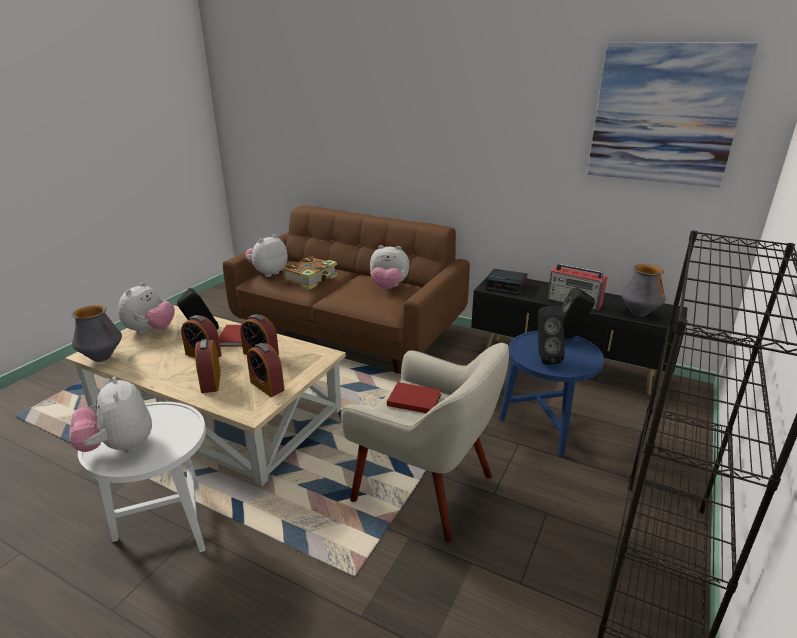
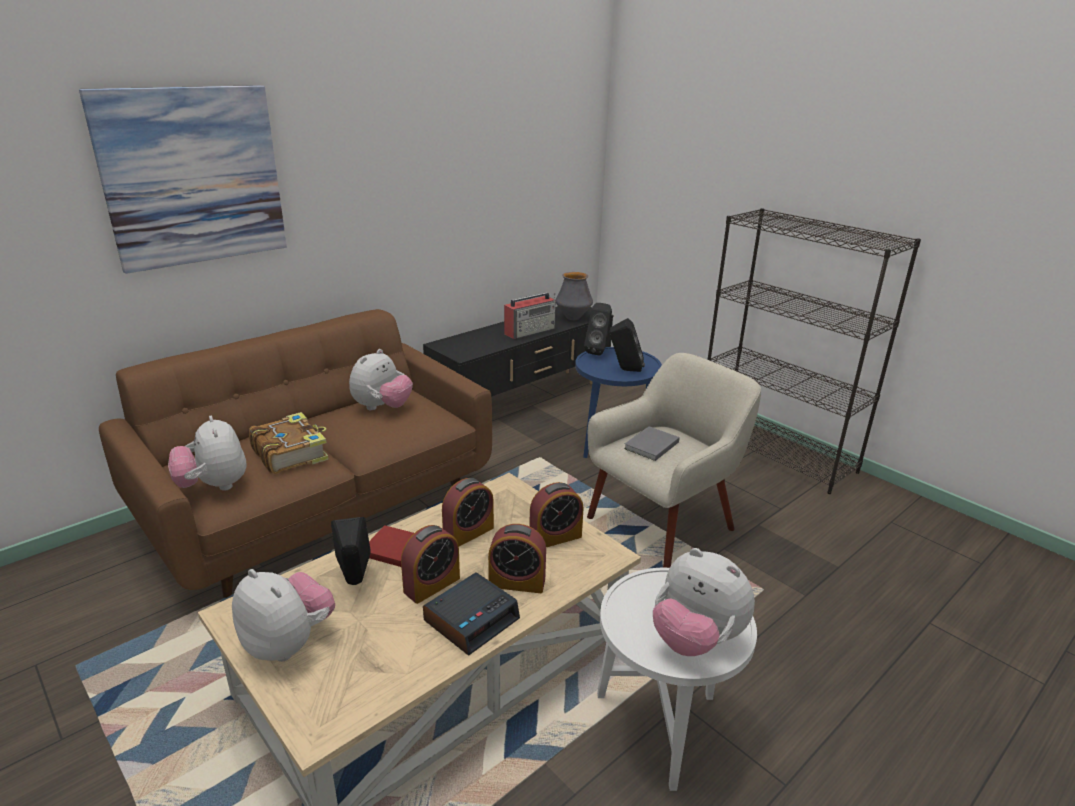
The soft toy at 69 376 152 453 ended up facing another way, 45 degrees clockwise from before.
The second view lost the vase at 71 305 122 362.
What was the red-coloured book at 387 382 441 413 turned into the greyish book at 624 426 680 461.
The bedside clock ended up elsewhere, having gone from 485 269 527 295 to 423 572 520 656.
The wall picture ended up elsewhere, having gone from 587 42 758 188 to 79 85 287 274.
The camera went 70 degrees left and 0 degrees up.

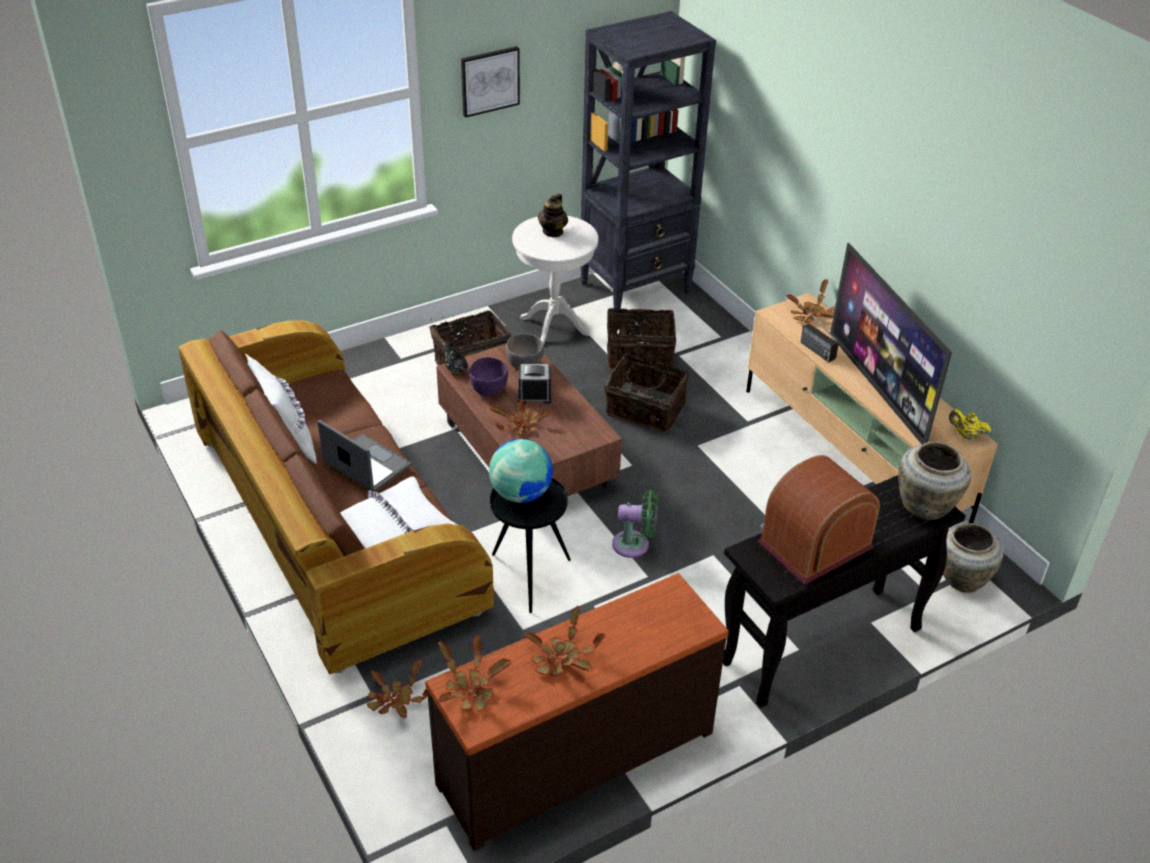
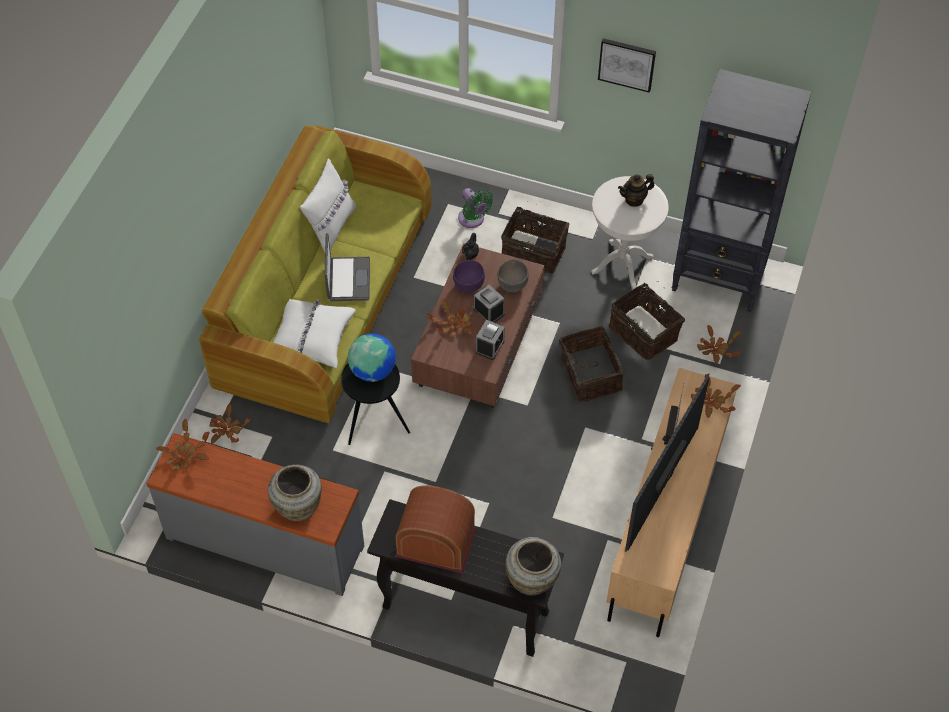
What was the brown-coloured couch at 179 320 494 675 turned into the greenish couch at 199 125 432 423.
What was the brown-coloured chest of drawers at 425 573 729 851 turned into the greyish chest of drawers at 146 433 364 596.
The houseplant ended up elsewhere, having gone from 524 606 606 676 to 697 325 742 364.
The greenish cooling fan ended up elsewhere, having gone from 612 490 658 558 to 458 188 494 228.
The sand-coloured vase ended up elsewhere, having gone from 943 523 1004 593 to 268 465 322 521.
The second view lost the yellow teapot at 949 409 991 440.
The second view gained the bedside clock at 476 320 505 360.
The camera went 50 degrees right and 15 degrees up.

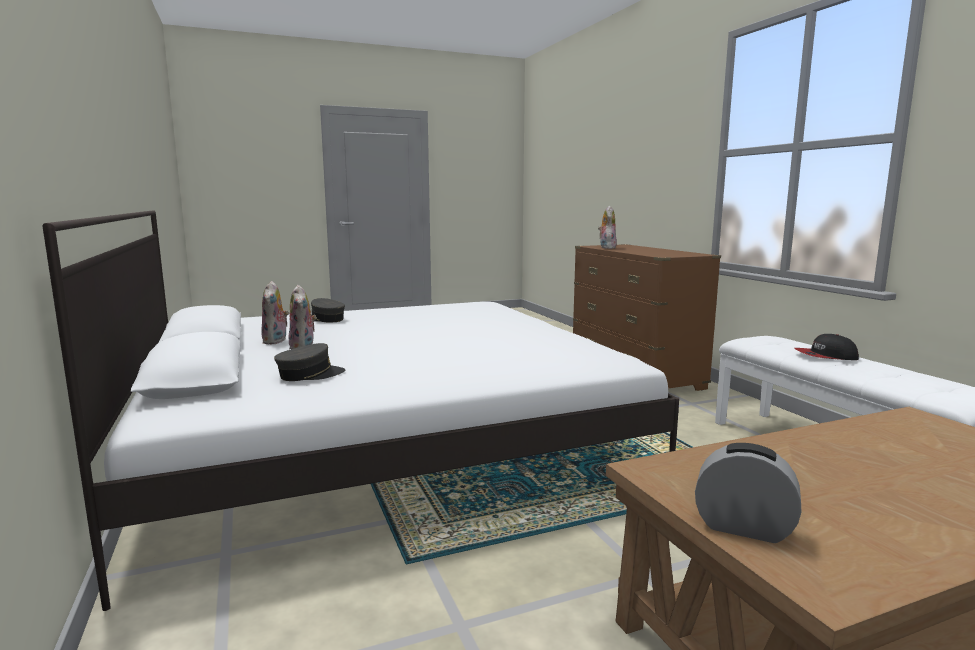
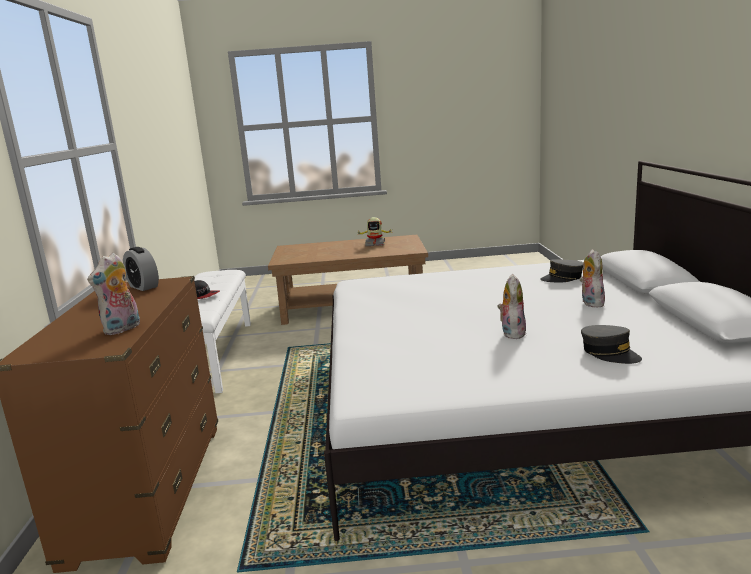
The soft toy ended up elsewhere, having gone from 261 281 289 344 to 498 274 526 339.
The bedside clock ended up elsewhere, having gone from 695 443 801 543 to 123 247 159 291.
The second view gained the toy robot at 358 217 392 246.
The camera went 160 degrees left and 5 degrees up.

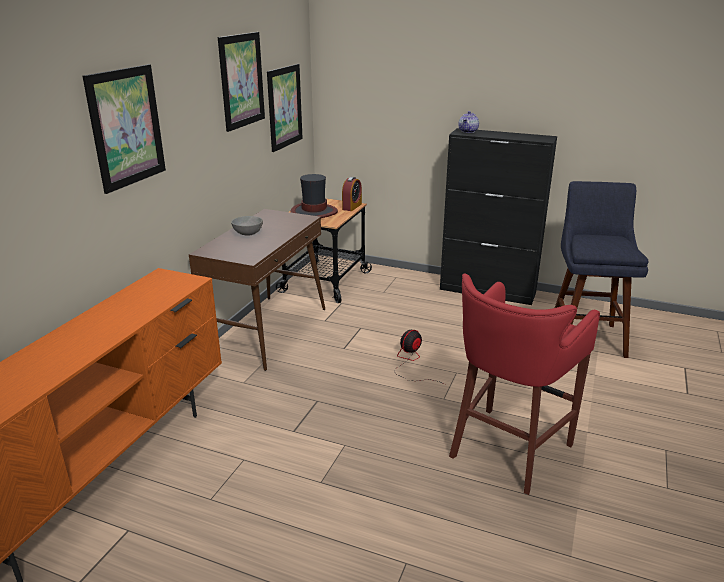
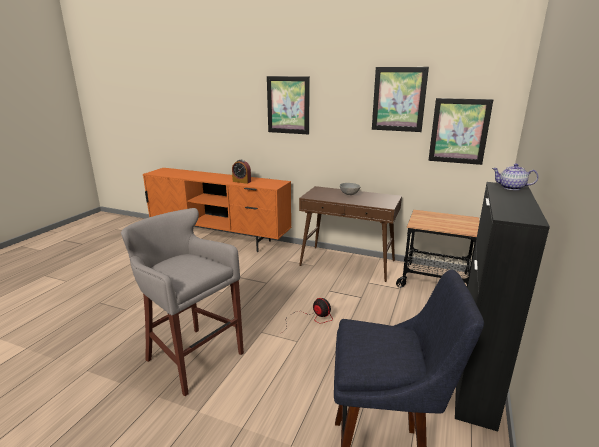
The second view lost the clothing hat at 290 174 338 218.
The bedside clock ended up elsewhere, having gone from 342 177 362 211 to 232 160 251 184.
What was the red-coloured sitting stool at 449 274 600 495 turned into the greyish sitting stool at 121 208 244 396.
The camera went 90 degrees right and 5 degrees down.

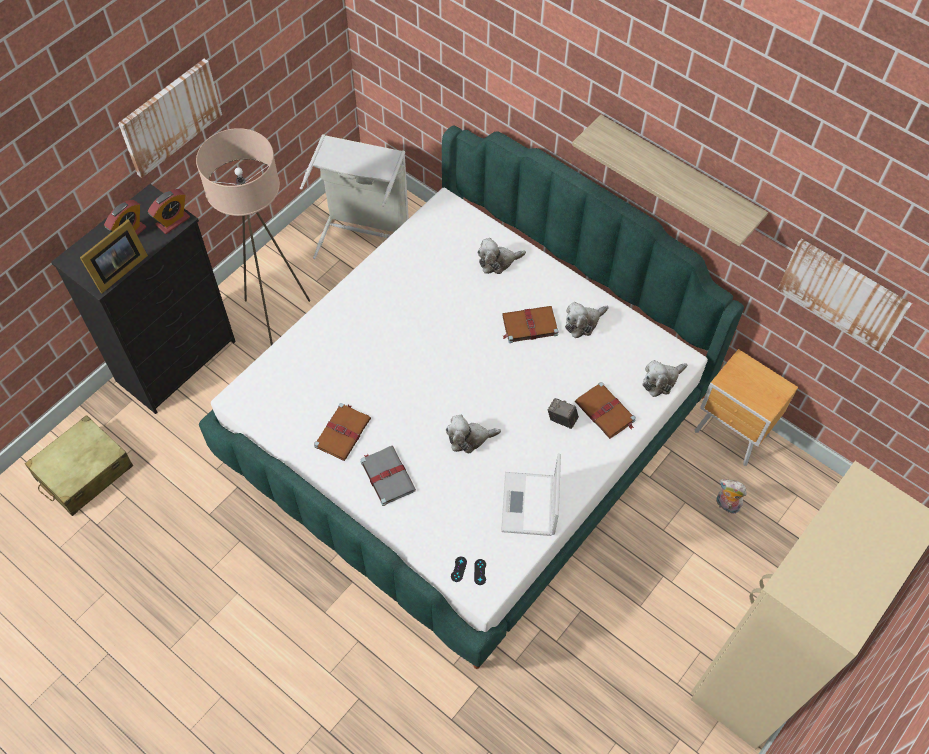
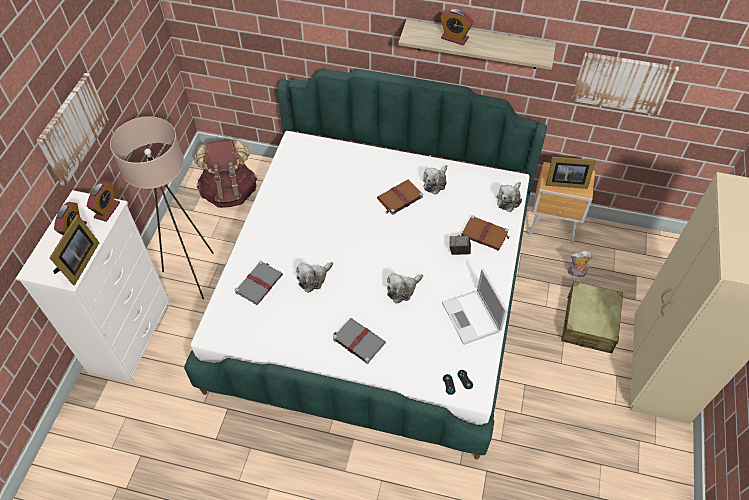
The sand-coloured piece of luggage ended up elsewhere, having gone from 24 415 133 516 to 561 281 623 353.
What was the black chest of drawers at 51 184 236 414 turned into the white-coloured chest of drawers at 16 190 171 383.
Where the greyish washing basket stood at 300 134 409 259, the brown-coloured backpack came to stand at 194 139 257 208.
The second view lost the brown-coloured book at 314 403 371 461.
The soft toy ended up elsewhere, having gone from 477 238 526 274 to 296 262 333 293.
The second view gained the greyish book at 235 261 283 305.
The second view gained the bedside clock at 440 9 474 45.
The second view gained the photo frame at 546 157 596 189.
The camera went 25 degrees left and 5 degrees down.

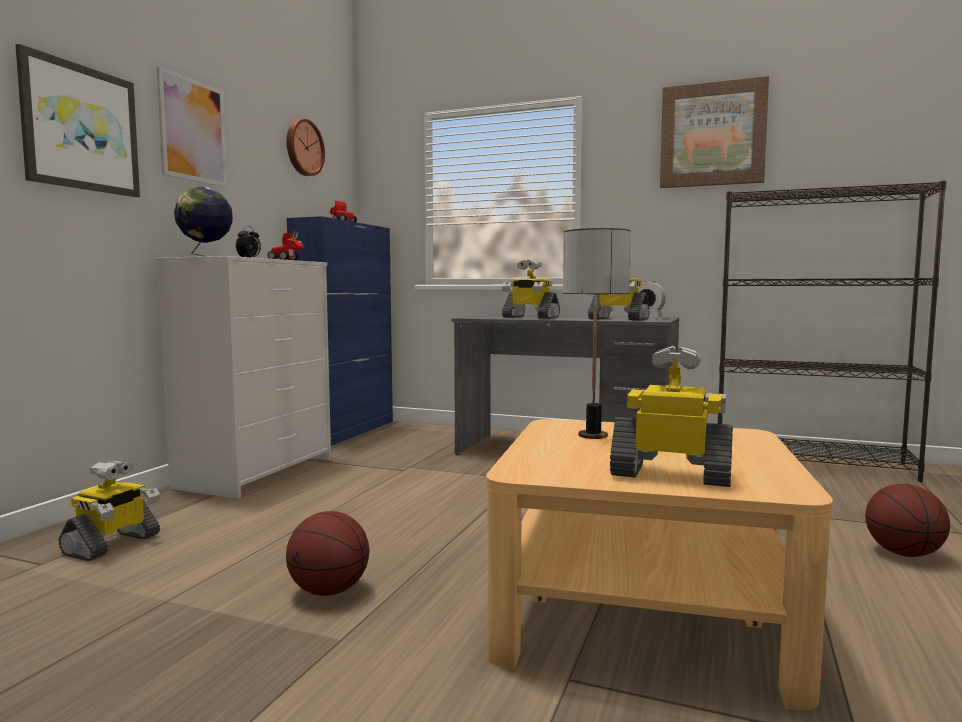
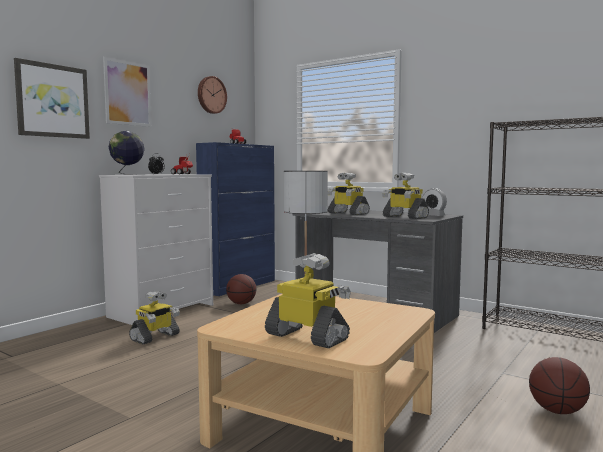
The toy robot ended up elsewhere, having gone from 59 460 160 561 to 129 291 180 344.
The ball for basketball ended up elsewhere, having gone from 286 511 369 596 to 226 274 257 304.
The second view lost the wall picture at 660 76 769 188.
The camera went 15 degrees right and 0 degrees up.

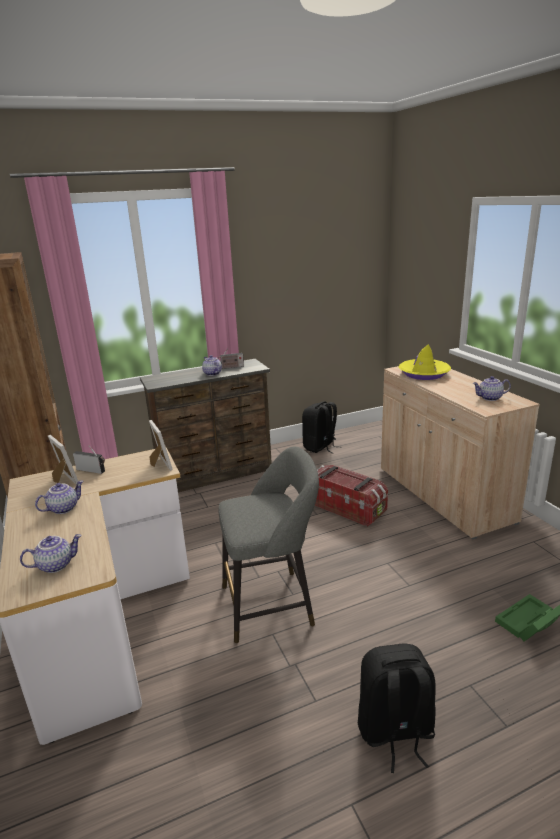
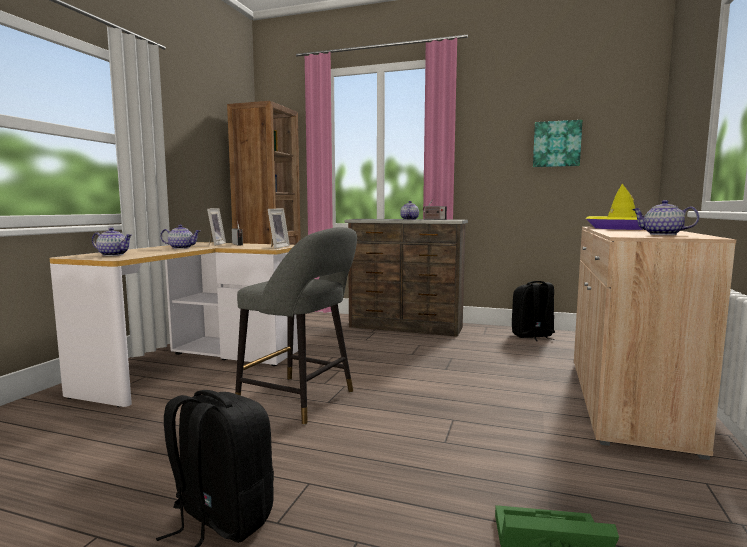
The second view lost the storage box at 315 465 388 527.
The second view gained the wall picture at 533 120 582 167.
The camera went 40 degrees right and 15 degrees down.

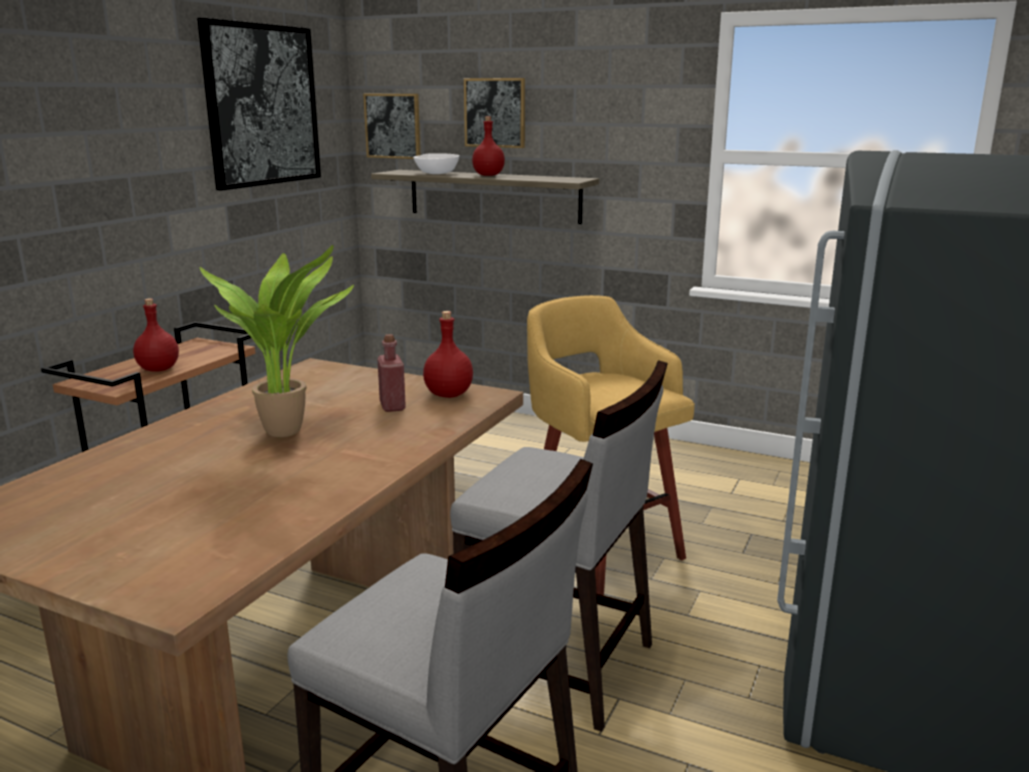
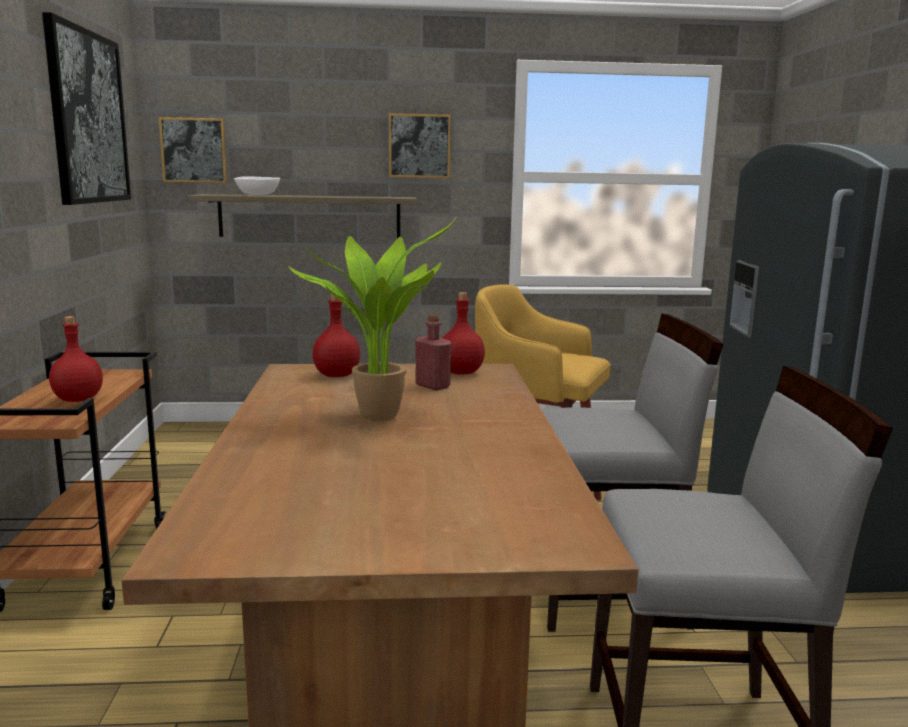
The wall picture ended up elsewhere, having gone from 464 78 525 148 to 389 113 451 178.
The red-coloured beverage bottle ended up elsewhere, having gone from 472 116 505 176 to 312 294 360 377.
The camera went 30 degrees left and 5 degrees down.

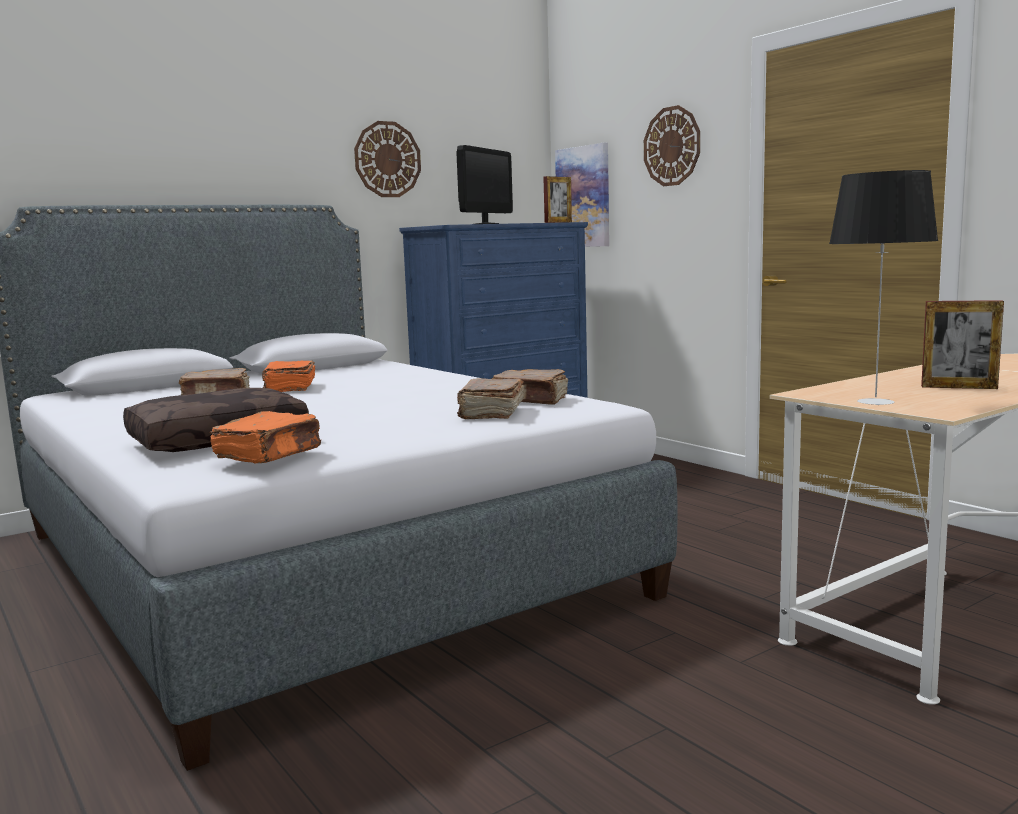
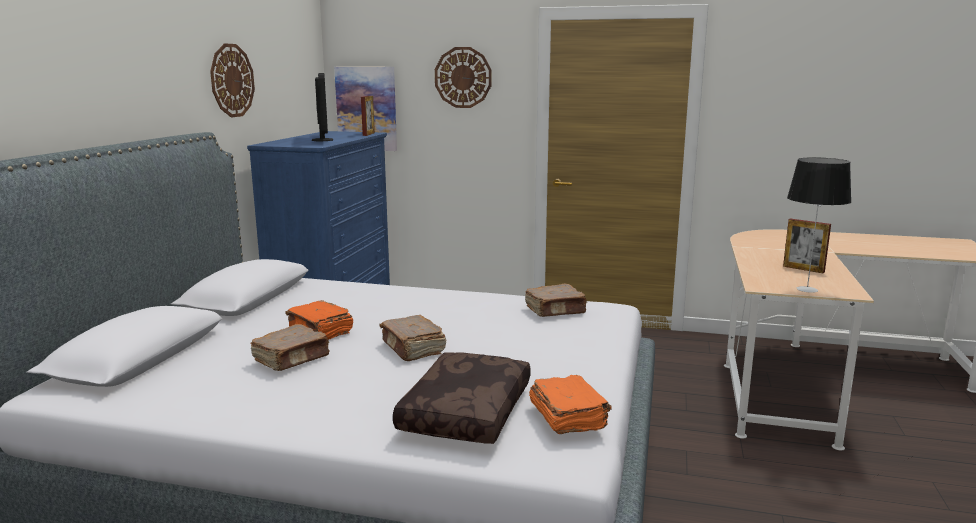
The brown-coloured book ended up elsewhere, having gone from 457 378 524 419 to 380 315 447 361.
The photo frame at 921 300 1004 389 ended up facing another way, 60 degrees clockwise from before.
The camera went 40 degrees left and 5 degrees up.

